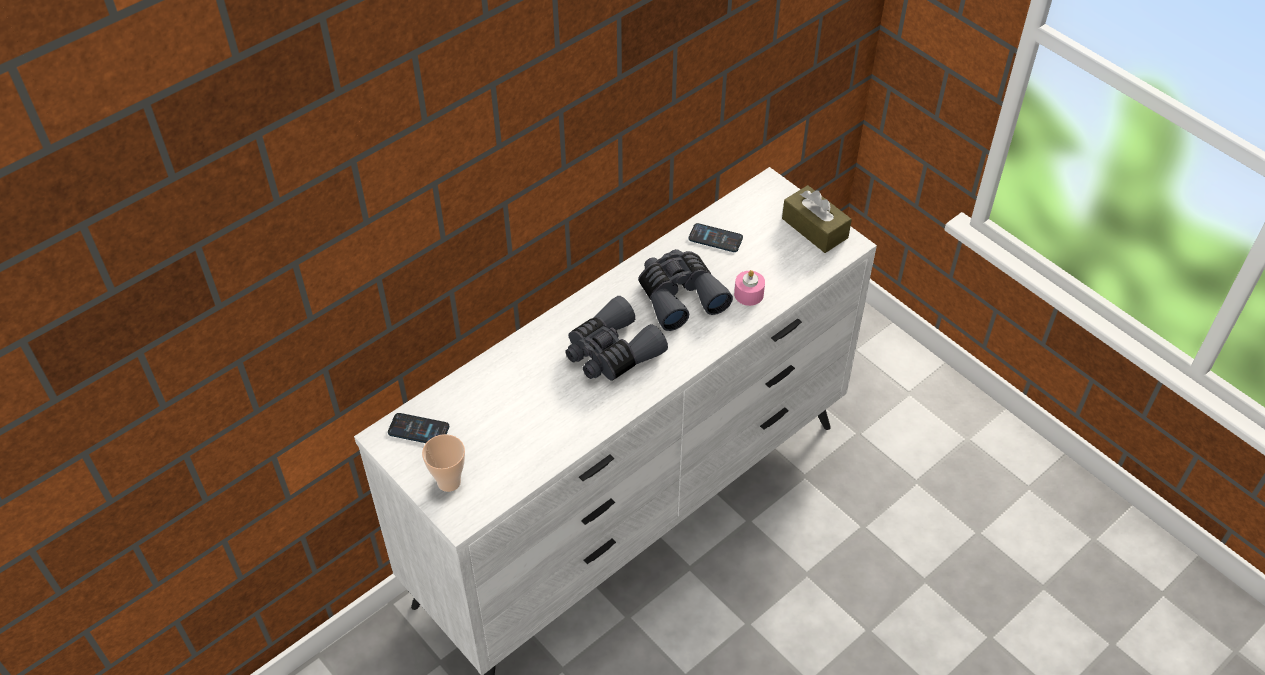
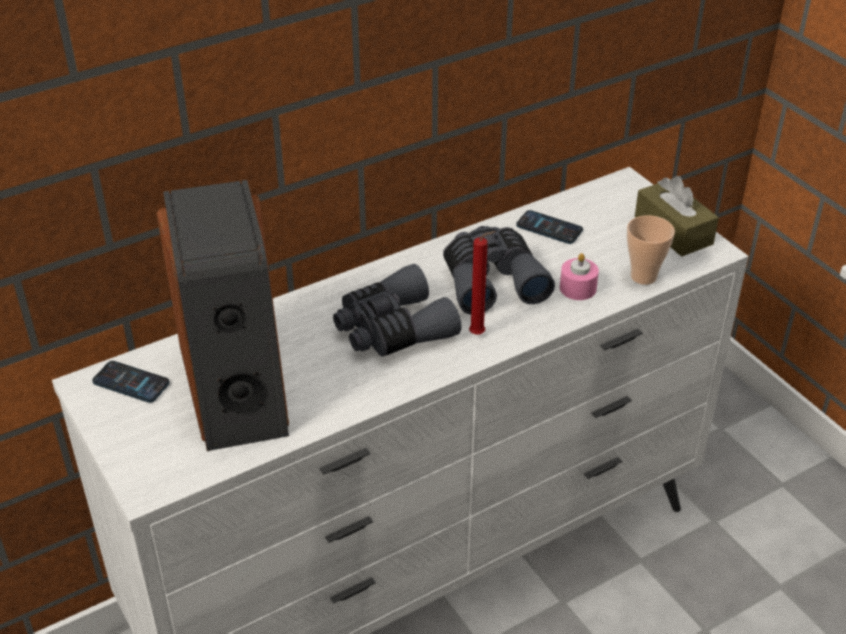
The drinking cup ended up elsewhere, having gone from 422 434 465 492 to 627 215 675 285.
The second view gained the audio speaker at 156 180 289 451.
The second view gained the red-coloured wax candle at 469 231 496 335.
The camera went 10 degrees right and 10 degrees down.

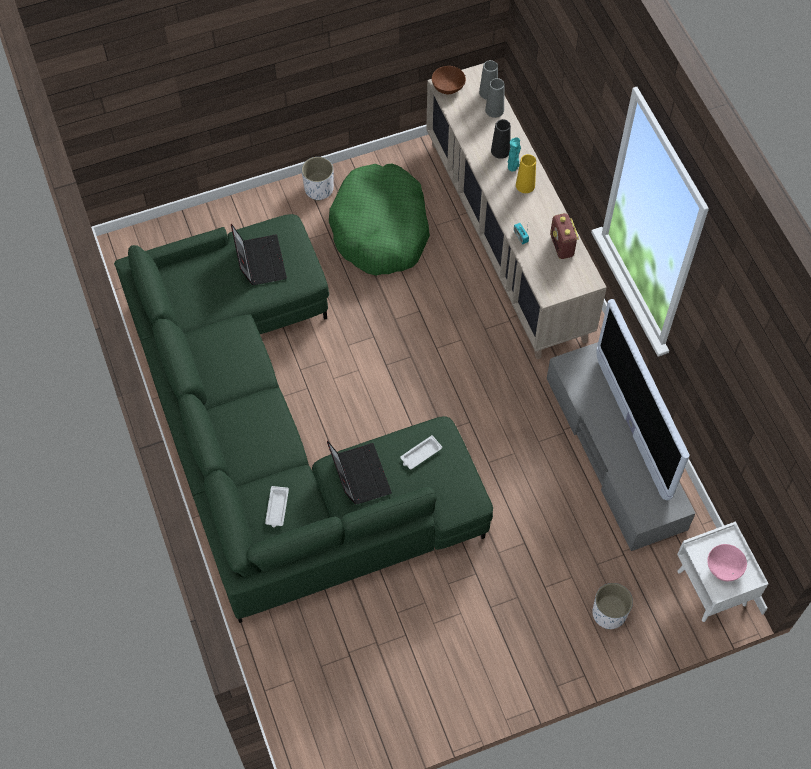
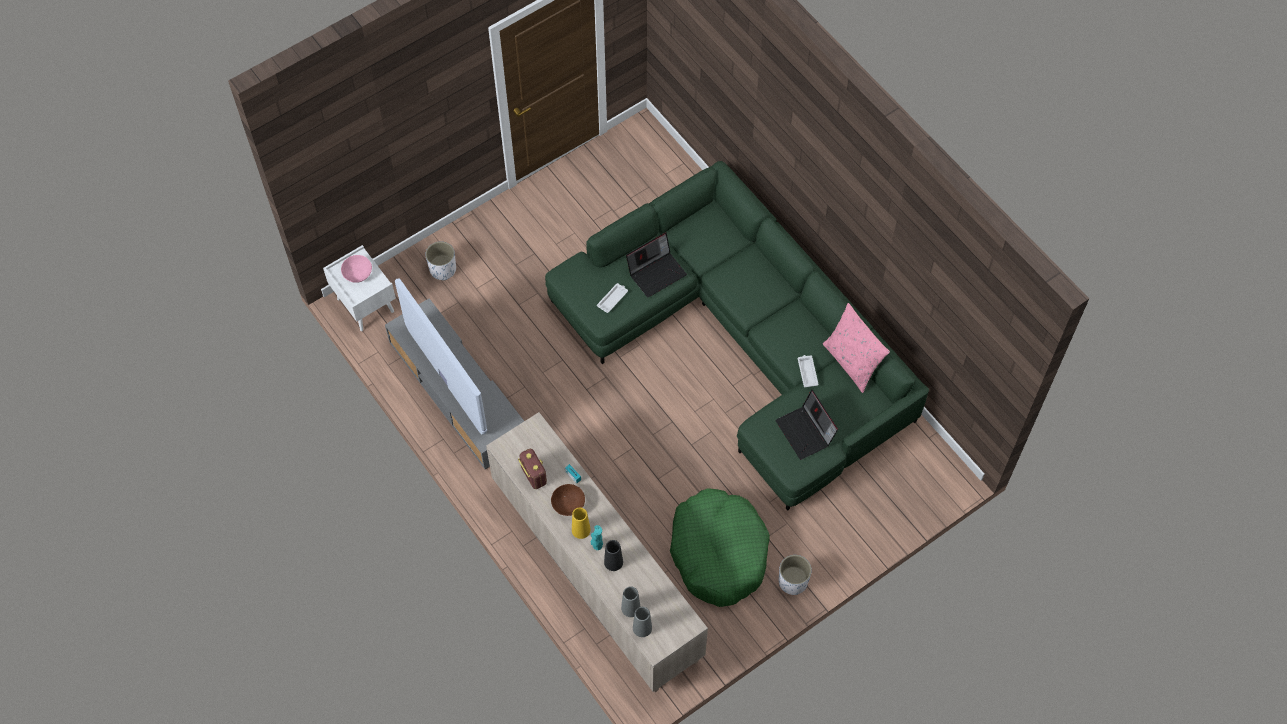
The white-coloured tray ended up elsewhere, having gone from 265 486 289 528 to 798 355 819 387.
The notebook computer at 327 441 392 504 ended up facing another way, 90 degrees counterclockwise from before.
The brown-coloured bowl ended up elsewhere, having gone from 432 66 466 94 to 551 484 585 516.
The second view gained the pinkish cushion at 823 303 890 393.
The camera went 165 degrees right and 0 degrees up.

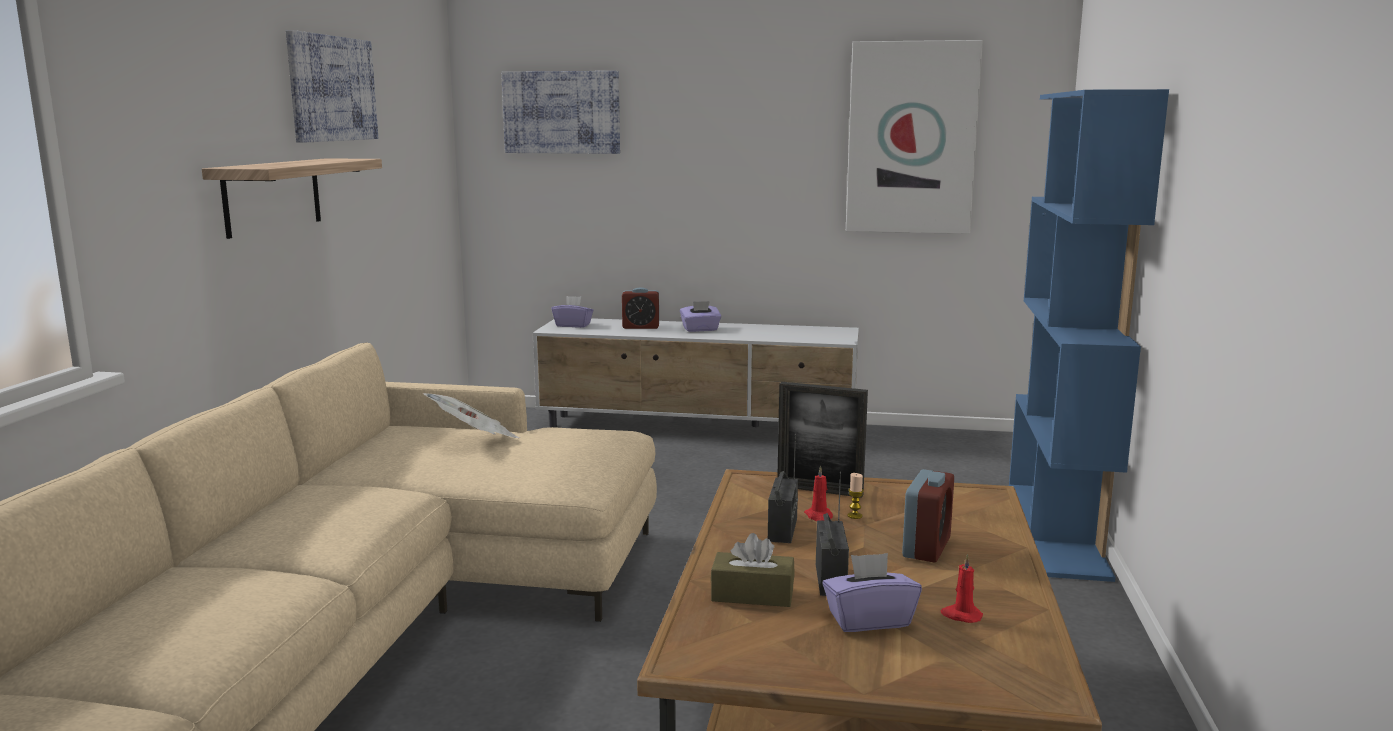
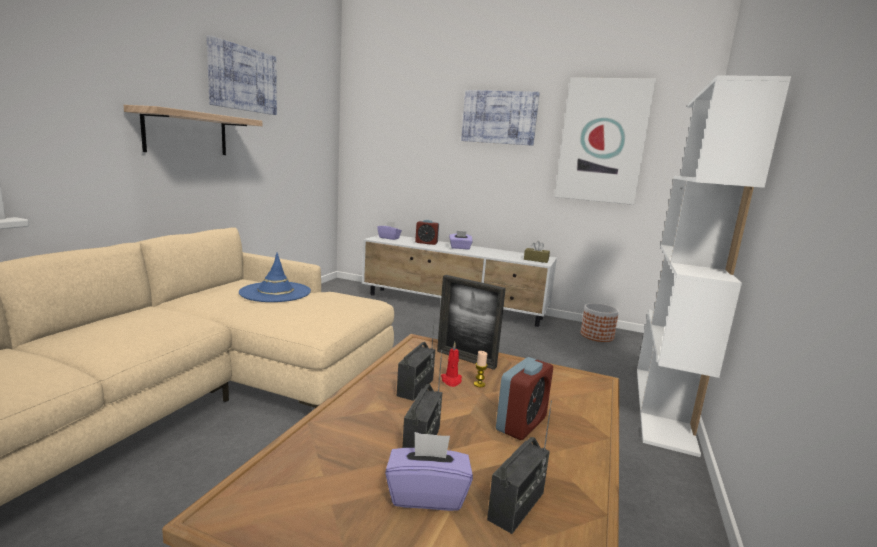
Where the printed paper stood at 422 393 519 438, the blue-coloured clothing hat came to stand at 239 253 311 302.
The wall picture ended up elsewhere, having gone from 501 71 620 154 to 461 90 540 146.
The brown-coloured tissue holder ended up elsewhere, having gone from 711 533 795 607 to 524 241 550 263.
Where the red-coloured wax candle stood at 941 554 983 623, the radio set came to stand at 487 400 552 534.
What was the blue-coloured bookcase at 1009 89 1169 582 turned into the white-coloured bookcase at 637 75 791 457.
The second view gained the plant pot at 581 303 619 342.
The camera went 10 degrees right and 0 degrees up.

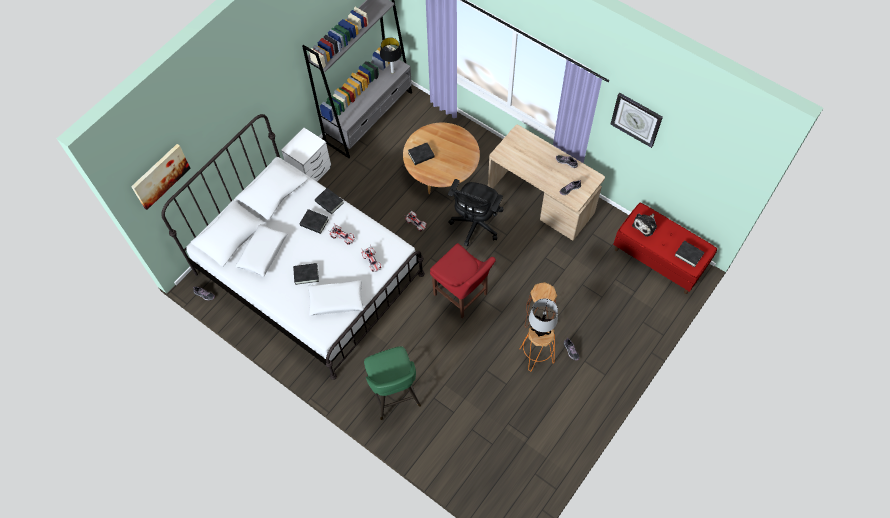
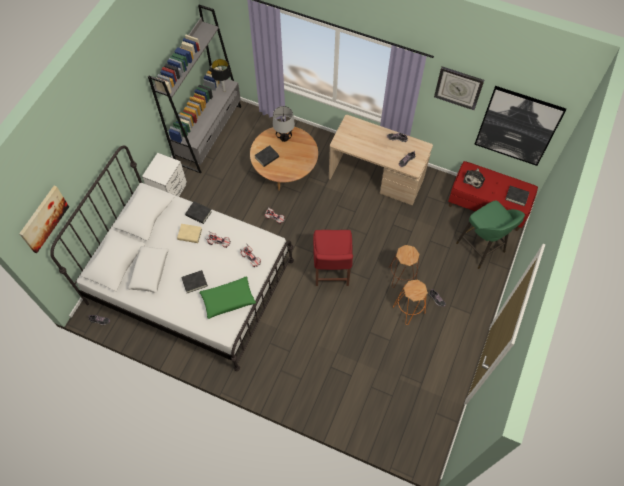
What was the black book at 300 209 329 234 turned into the sand-coloured book at 177 224 202 243.
What was the white-coloured cushion at 308 280 364 316 turned into the greenish cushion at 200 277 256 319.
The greenish sitting stool ended up elsewhere, having gone from 364 346 421 420 to 456 200 525 269.
The red-coloured upright chair at 430 243 496 319 ended up facing another way, 60 degrees clockwise from before.
The second view lost the black office chair at 448 179 504 246.
The lamp for a table ended up elsewhere, having gone from 529 298 558 337 to 273 106 295 142.
The second view gained the wall picture at 474 86 566 166.
The camera went 15 degrees left and 0 degrees up.

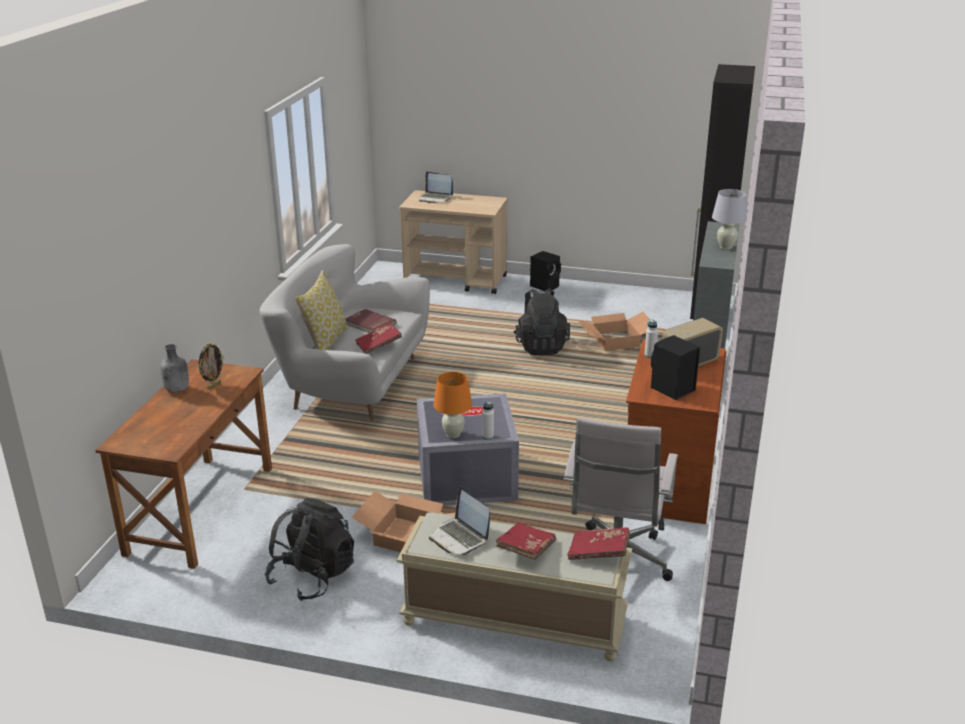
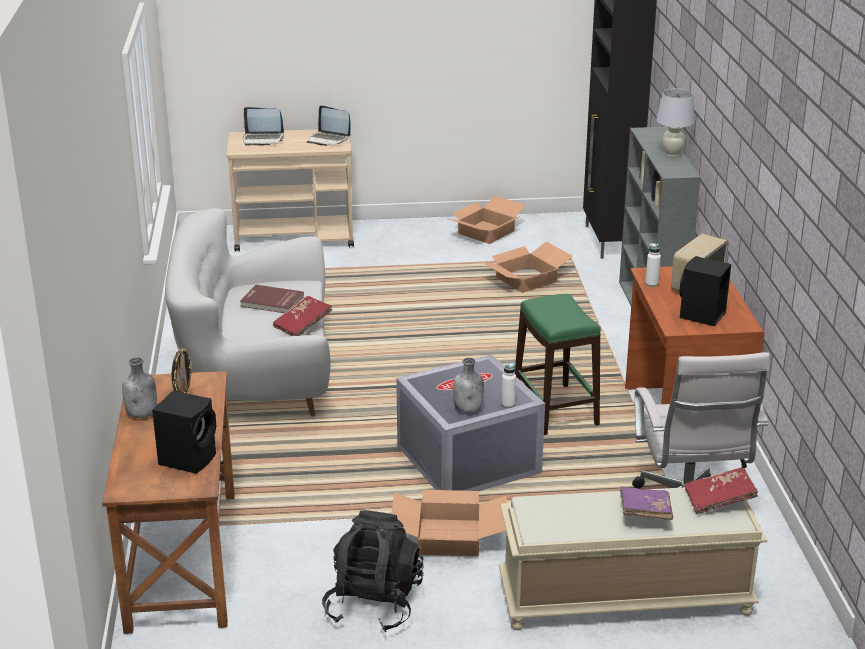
The second view lost the cushion at 295 270 348 350.
The notebook computer ended up elsewhere, having gone from 429 487 490 555 to 307 105 351 146.
Where the orange-coloured lamp for a table stood at 433 372 472 438, the greyish beverage bottle came to stand at 453 358 484 413.
What was the red-coloured book at 496 522 556 560 turned into the purple-coloured book at 620 487 673 520.
The second view lost the black backpack at 513 288 570 356.
The black audio speaker ended up elsewhere, having gone from 530 251 561 291 to 152 391 216 474.
The second view gained the packing box at 449 195 526 244.
The second view gained the greenish sitting stool at 515 294 601 435.
The camera went 20 degrees left and 0 degrees up.

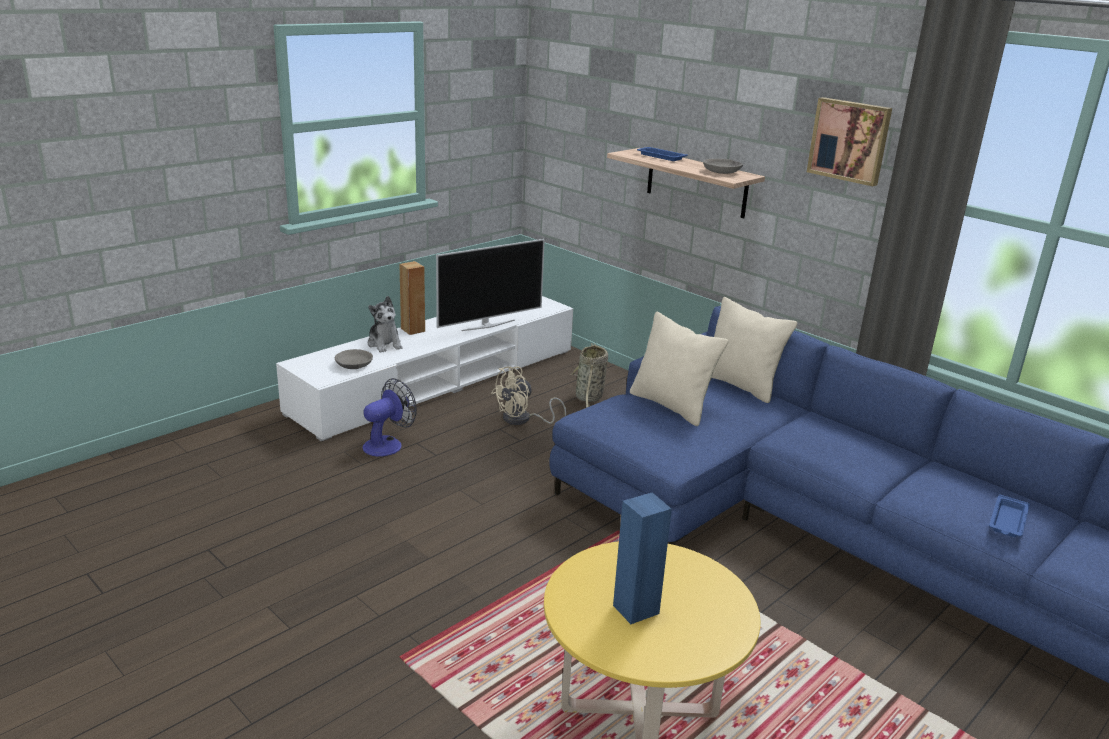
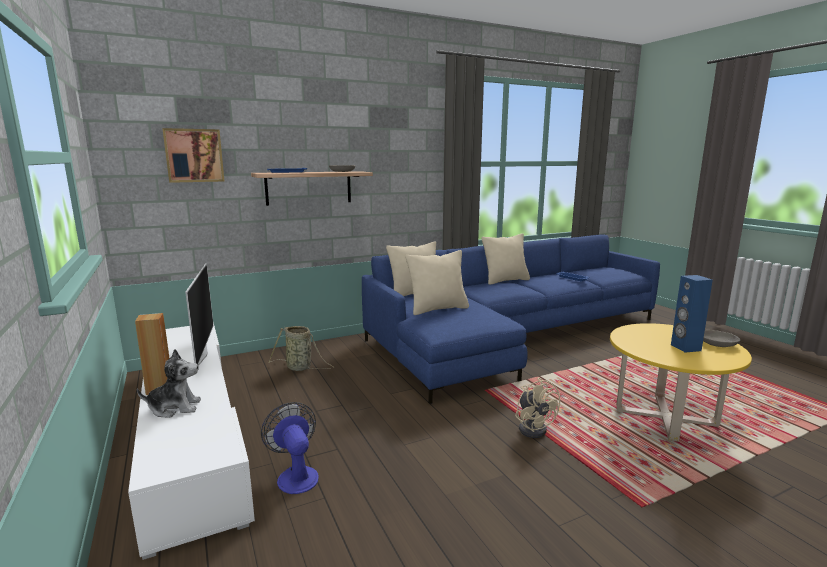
The greyish bowl ended up elsewhere, having gone from 335 349 373 369 to 703 330 740 347.
The sand-coloured cooling fan ended up elsewhere, having gone from 491 366 566 425 to 515 377 560 438.
The wall picture ended up elsewhere, having gone from 807 97 892 186 to 162 128 224 183.
The second view gained the sand-coloured cushion at 481 233 530 285.
The camera went 70 degrees left and 10 degrees down.

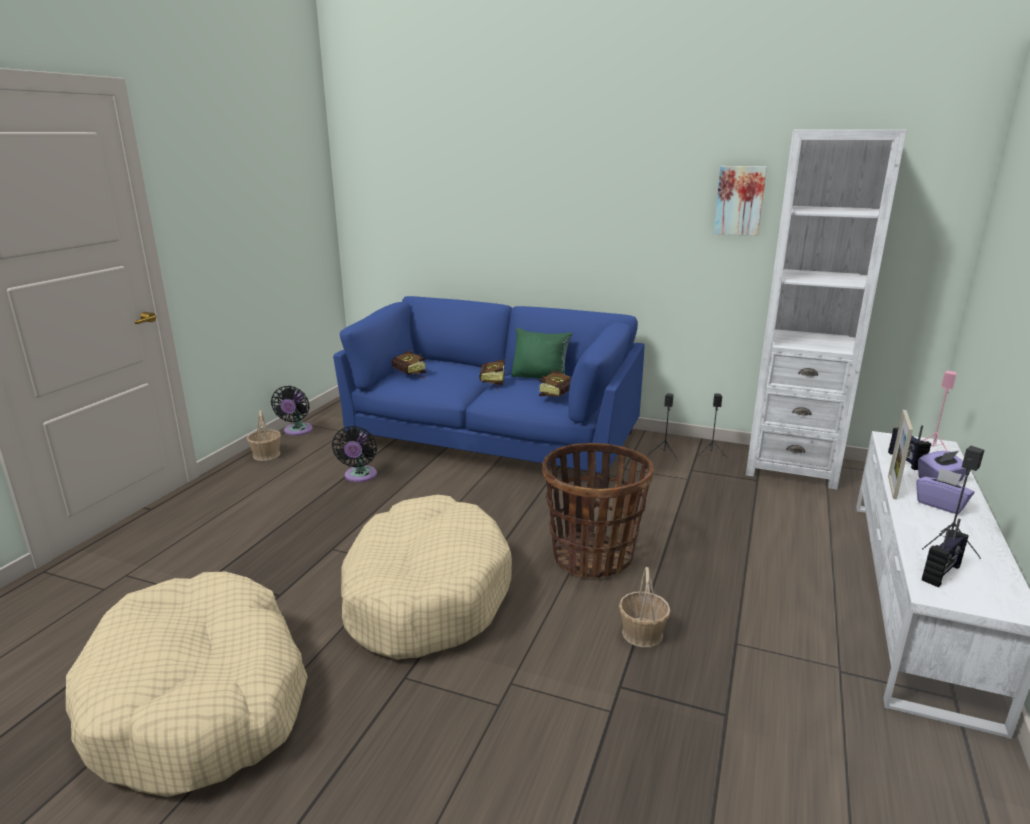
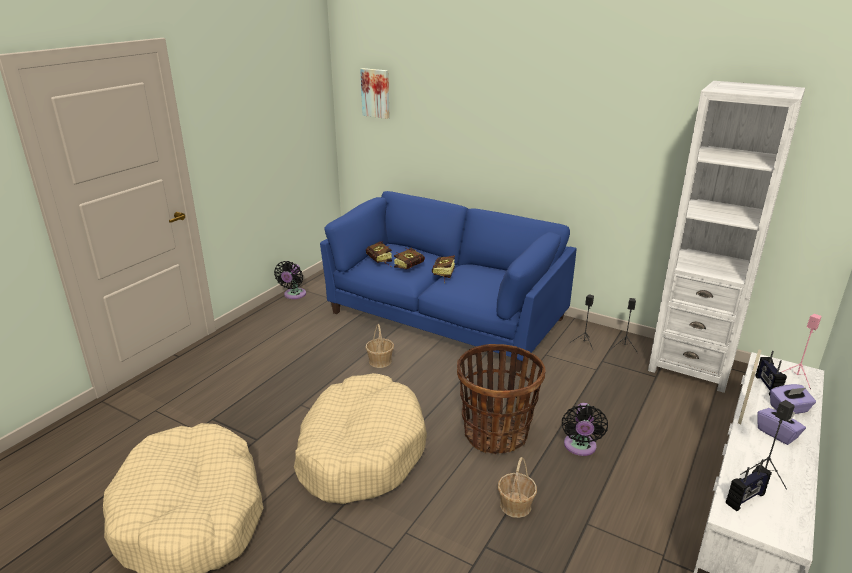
The basket ended up elsewhere, having gone from 247 410 281 461 to 365 324 394 368.
The black cooling fan ended up elsewhere, having gone from 332 426 377 482 to 562 403 608 456.
The second view lost the greenish cushion at 511 328 572 379.
The book ended up elsewhere, having gone from 539 370 572 397 to 394 248 425 269.
The wall picture ended up elsewhere, having gone from 713 166 767 236 to 360 68 390 119.
The camera went 10 degrees right and 5 degrees up.

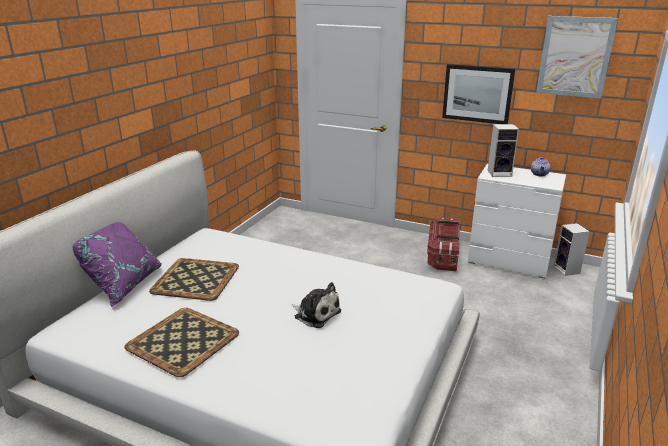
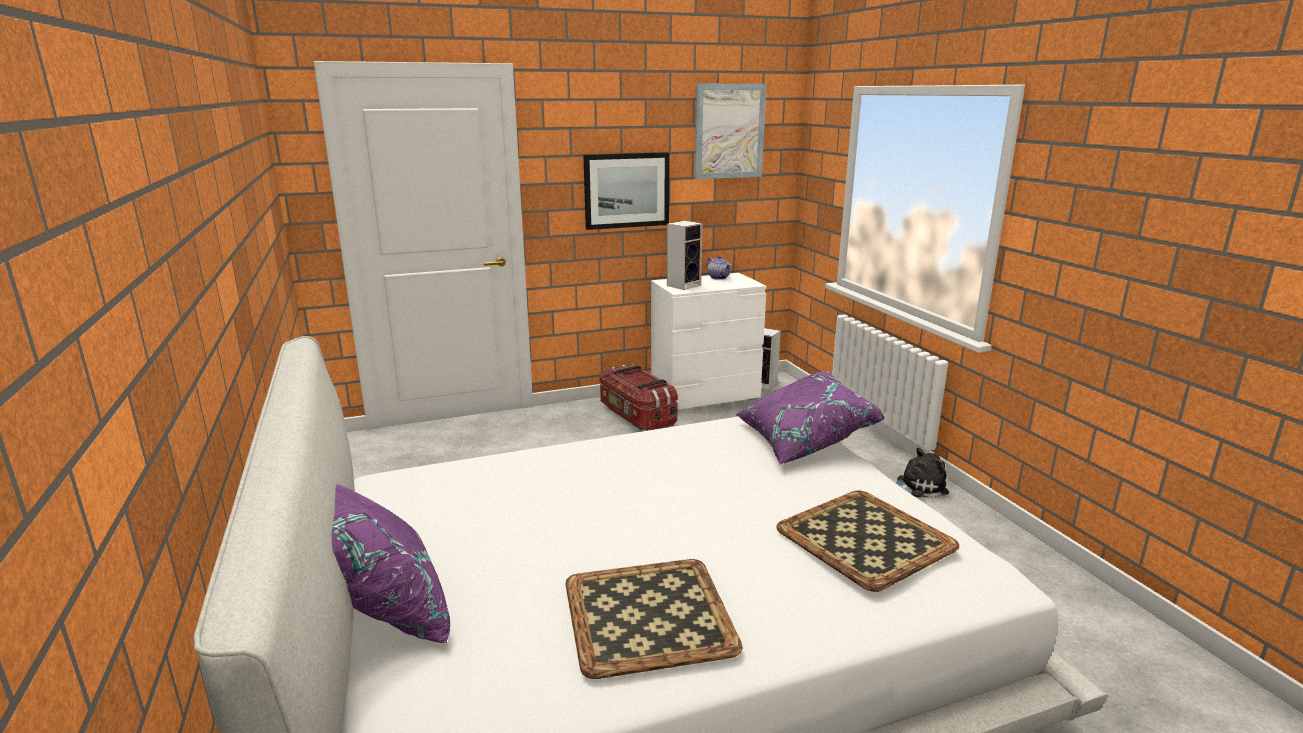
The tray ended up elsewhere, having gone from 149 258 239 301 to 776 490 959 592.
The soft toy ended up elsewhere, having gone from 291 282 341 328 to 896 448 949 498.
The second view gained the purple-coloured cushion at 735 371 885 465.
The camera went 45 degrees left and 5 degrees down.

